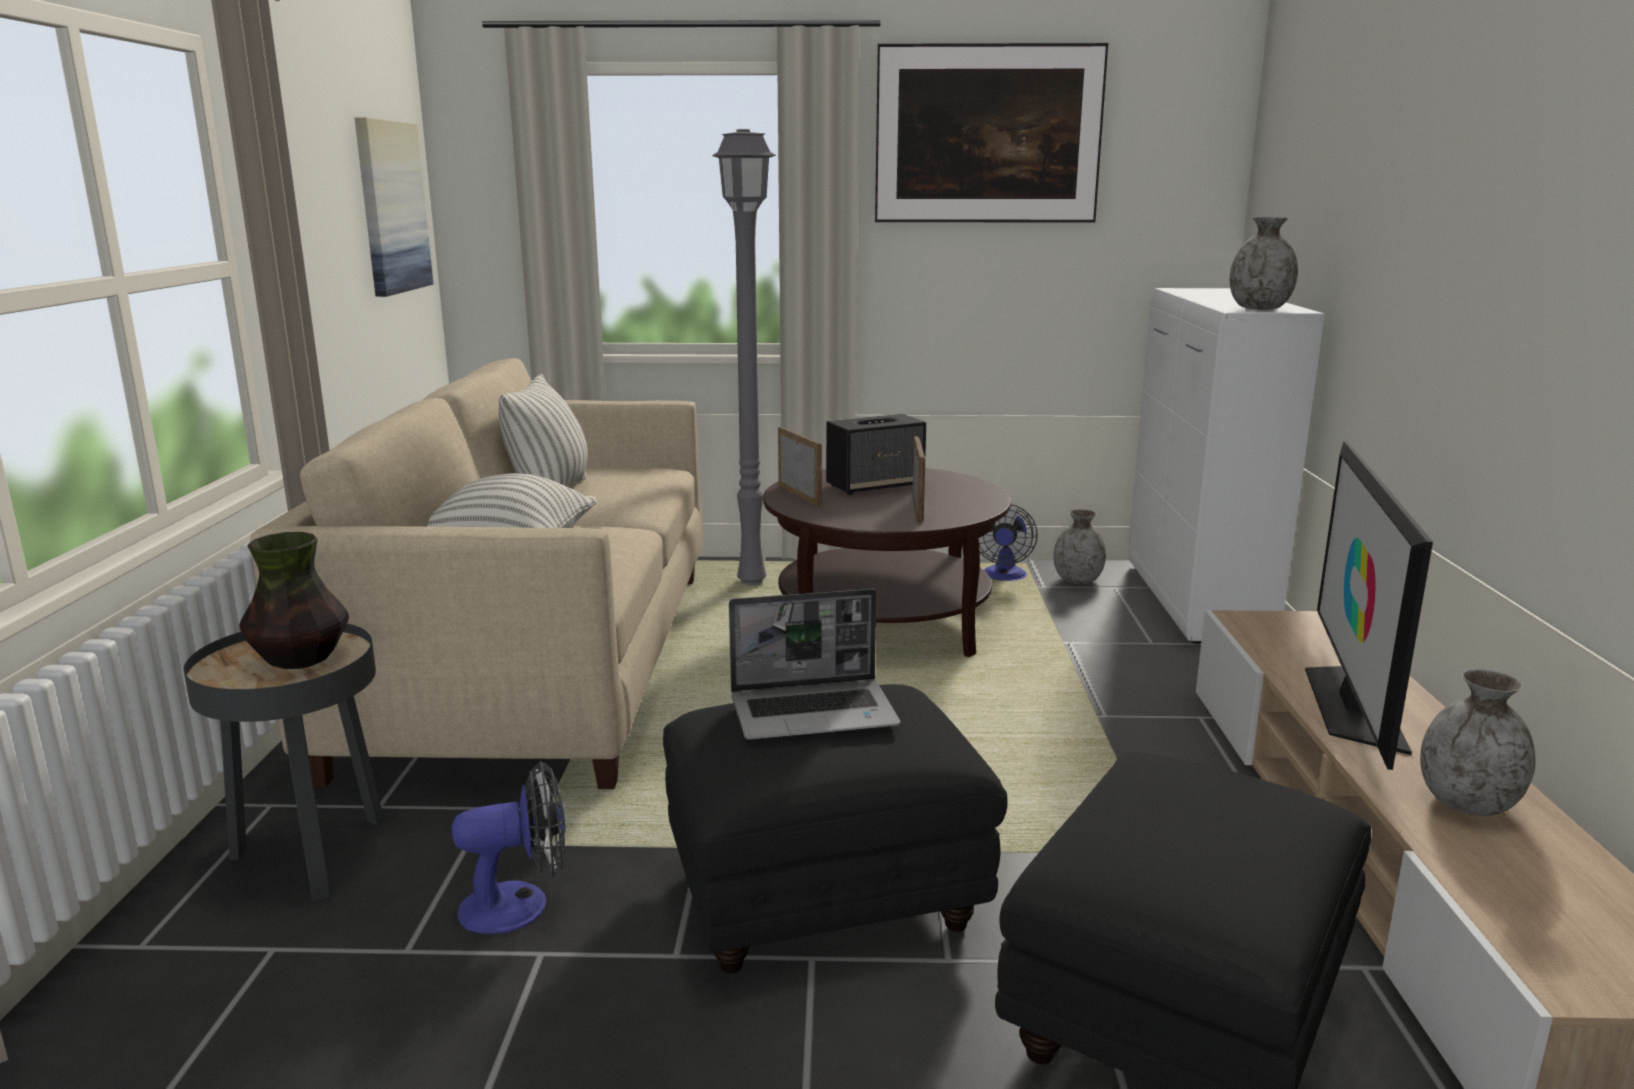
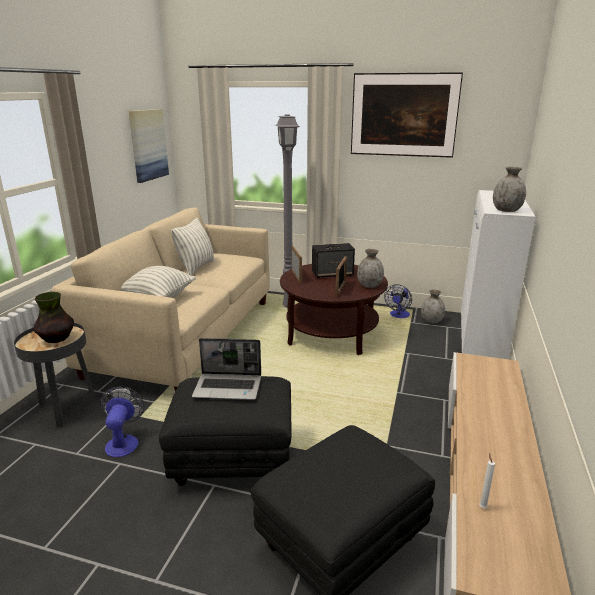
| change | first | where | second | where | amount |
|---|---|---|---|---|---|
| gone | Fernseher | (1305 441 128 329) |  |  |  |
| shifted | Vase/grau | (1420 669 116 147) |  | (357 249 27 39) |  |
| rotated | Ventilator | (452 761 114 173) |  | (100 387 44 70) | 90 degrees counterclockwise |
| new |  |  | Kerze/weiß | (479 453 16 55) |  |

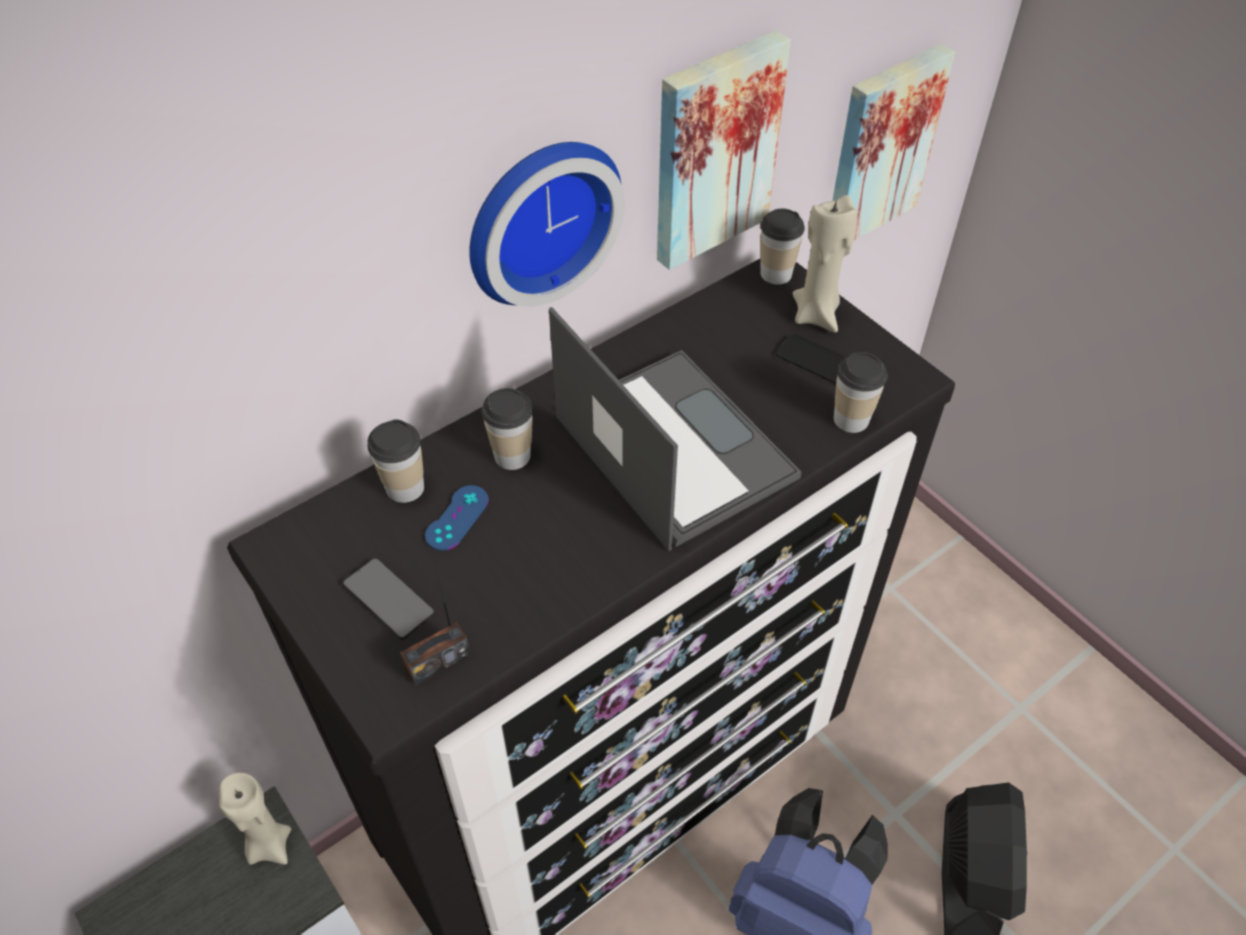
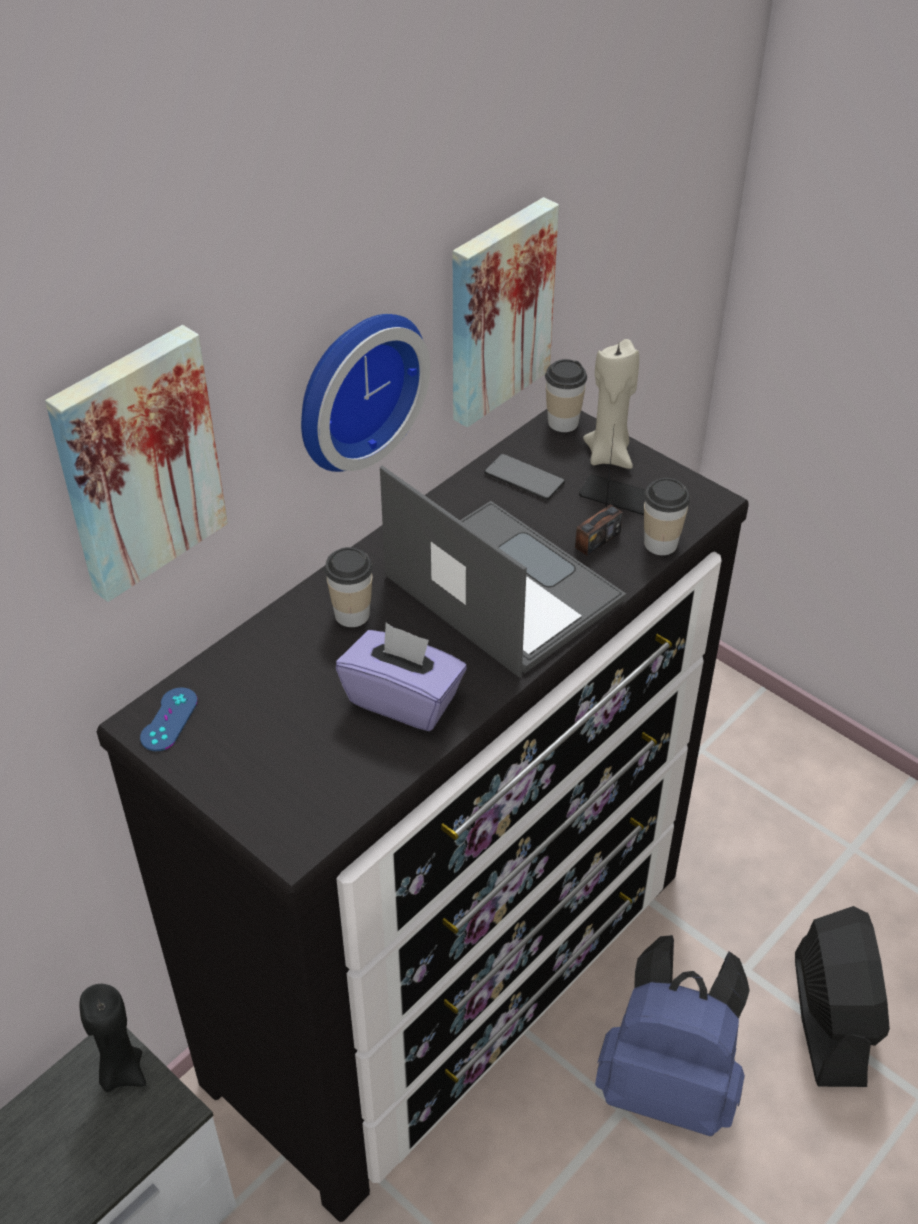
| change | first | where | second | where | amount |
|---|---|---|---|---|---|
| shifted | Bild | (832 44 123 197) |  | (45 325 183 277) |  |
| gone | Tasse | (368 419 56 84) |  |  |  |
| shifted | Gamepad/blau | (425 485 64 66) |  | (140 687 58 64) |  |
| shifted | Radio | (400 549 71 137) |  | (575 430 48 126) |  |
| shifted | Handy | (343 558 92 82) |  | (484 454 81 46) |  |
| repainted | Kerze/beige | (219 773 72 92) | Kerze/schwarz | (80 984 66 108) |  |
| new |  |  | Taschentuchbox/lila | (336 623 131 108) |  |

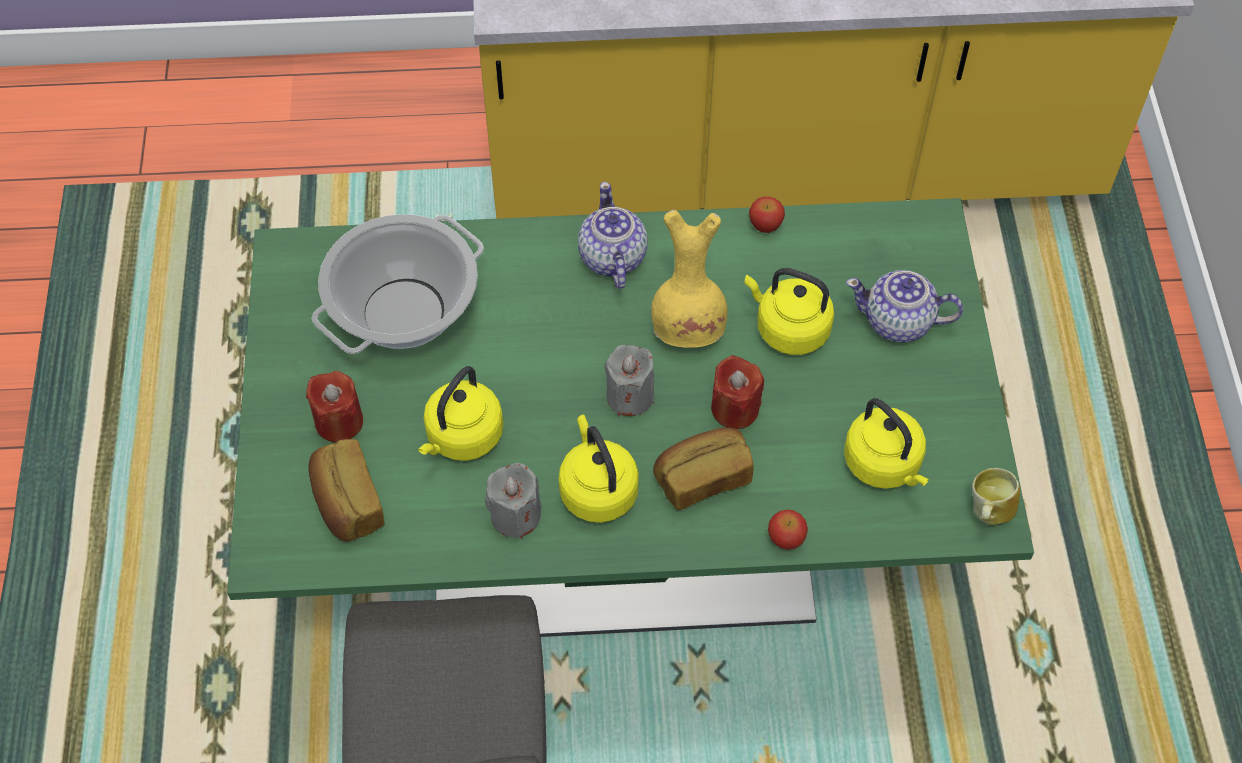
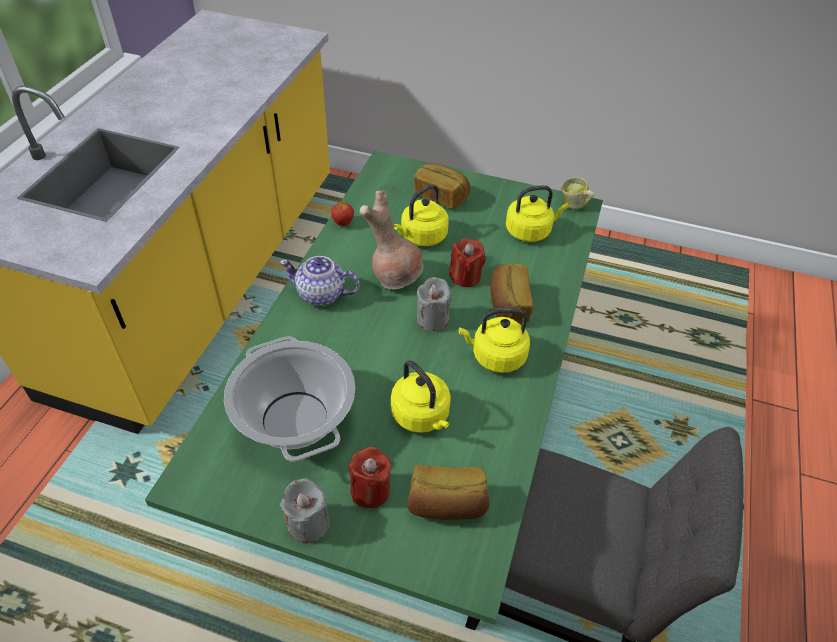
| change | first | where | second | where | amount |
|---|---|---|---|---|---|
| repainted | Vase/gelb | (651 210 77 138) | Vase/braun | (359 191 65 98) |  |
| swapped | Teekanne | (846 270 117 72) | Brot | (414 163 56 46) |  |
| shifted | Kerze/grau | (485 463 57 76) |  | (280 478 50 66) |  |
| gone | Apfel | (768 510 40 40) |  |  |  |

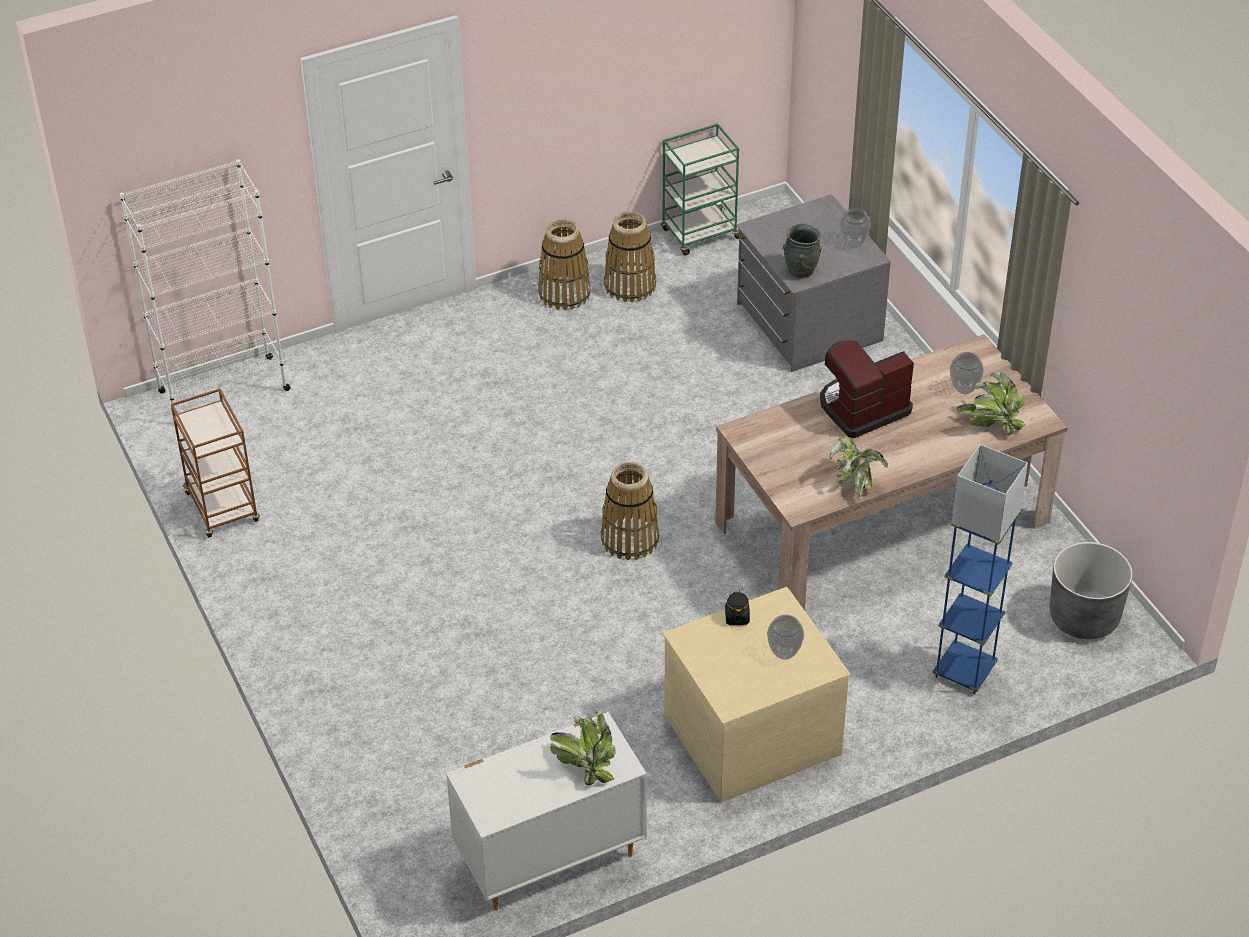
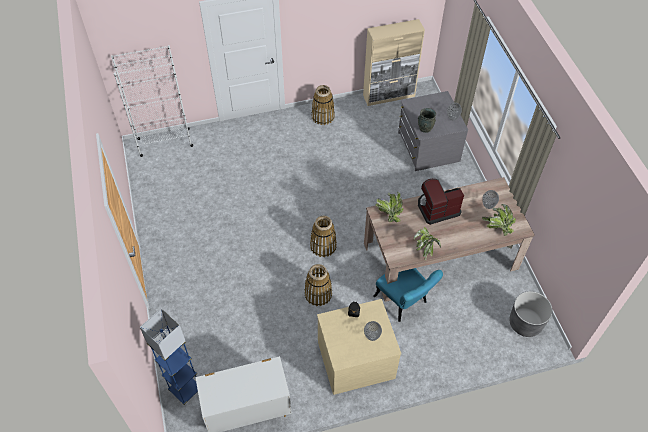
| change | first | where | second | where | amount |
|---|---|---|---|---|---|
| swapped | Rollwagen/grün | (661 124 78 132) | Schrank/beige | (363 19 62 87) |  |
| shifted | Korb | (604 211 52 91) |  | (304 264 28 42) |  |
| gone | Rollwagen/braun | (171 388 89 150) |  |  |  |
| shifted | Stehlampe/blau | (932 444 96 250) |  | (140 308 58 97) |  |
| shifted | Topfpflanze | (550 710 66 75) |  | (376 192 27 30) |  |
| new |  |  | Stuhl/türkis | (373 268 70 54) |  |

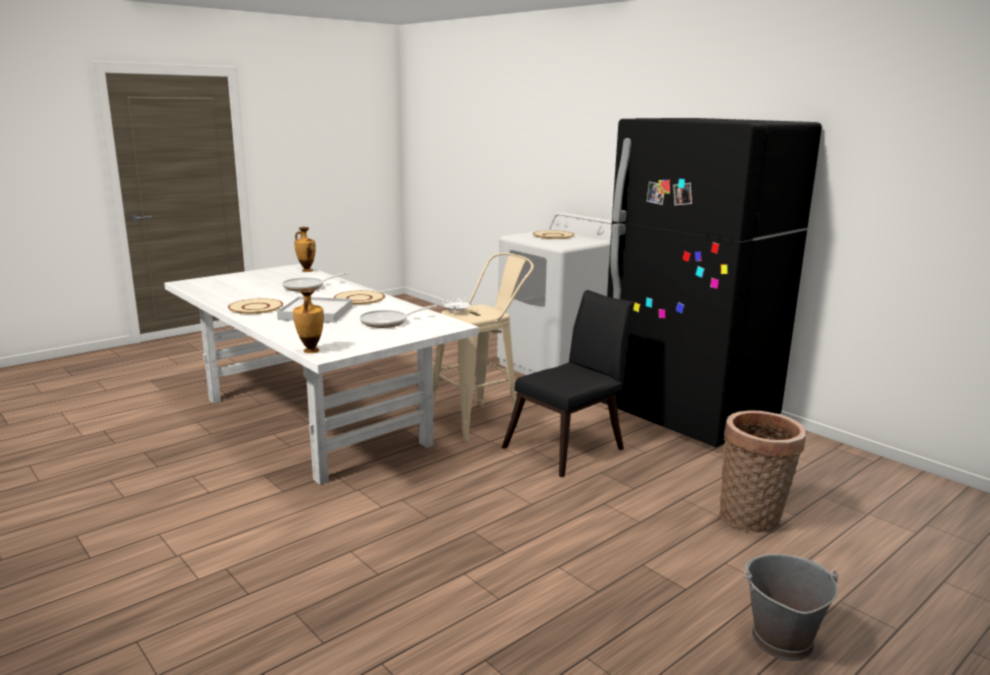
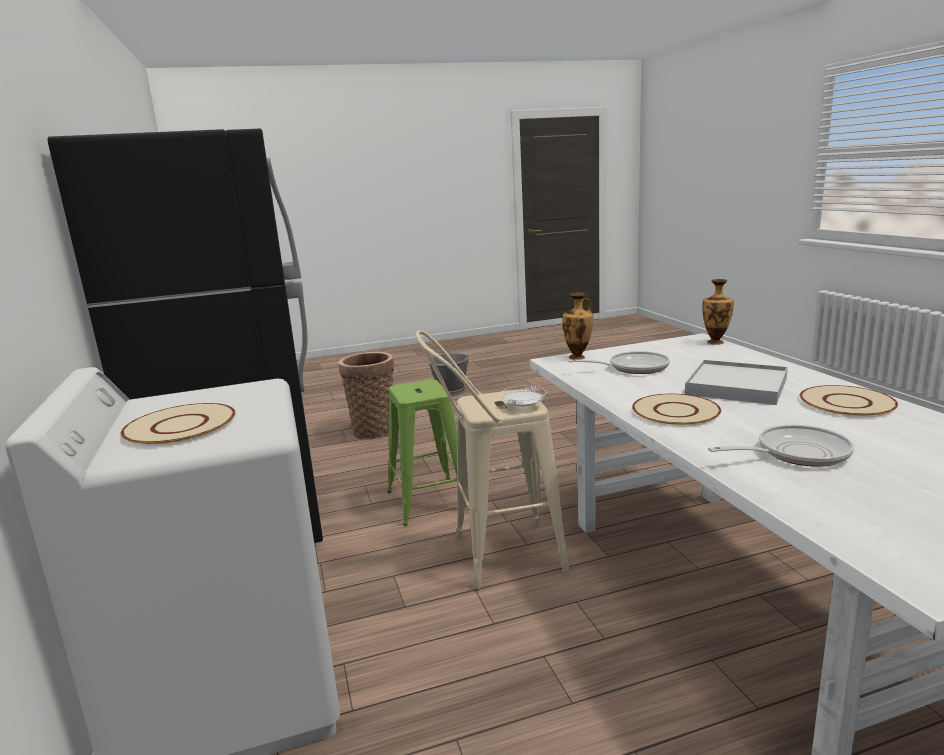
| change | first | where | second | where | amount |
|---|---|---|---|---|---|
| shifted | Vase | (294 227 22 45) |  | (562 292 31 68) |  |
| swapped | Stuhl/schwarz | (502 290 132 188) | Hocker/grün | (387 379 82 147) |  |

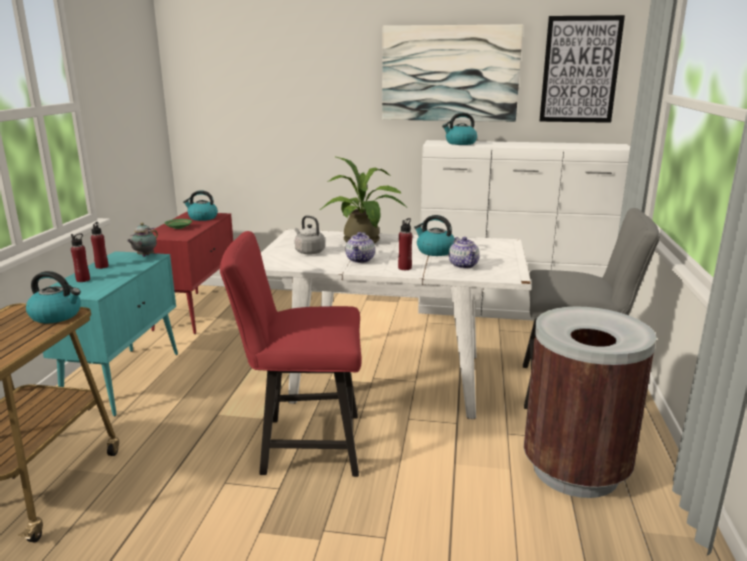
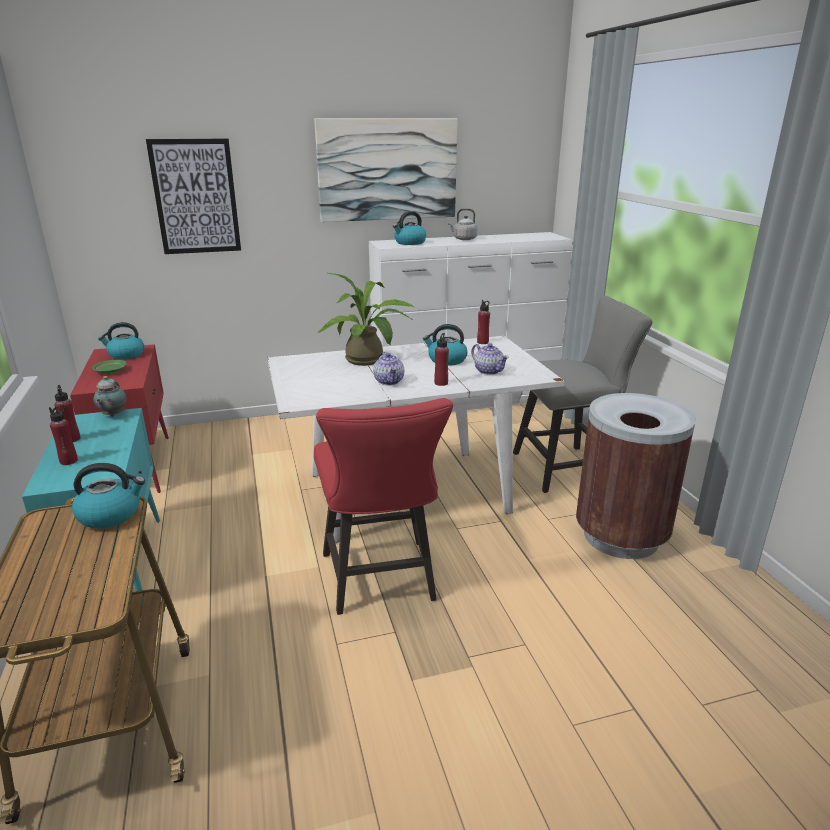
| change | first | where | second | where | amount |
|---|---|---|---|---|---|
| shifted | Bild | (539 15 86 108) |  | (146 139 95 115) |  |
| shifted | Wasserkessel/grau | (295 215 30 40) |  | (448 208 29 32) |  |
| rotated | Stuhl/rot | (220 231 142 246) |  | (314 398 139 217) | 75 degrees counterclockwise |
| new |  |  | Flasche/rot | (477 300 13 44) |  |

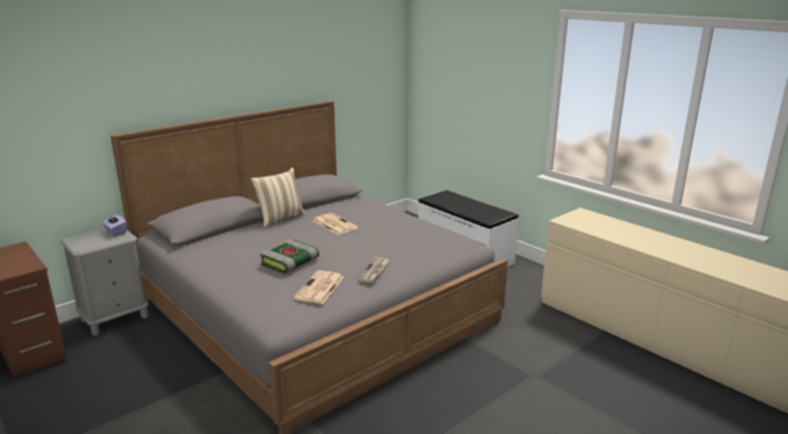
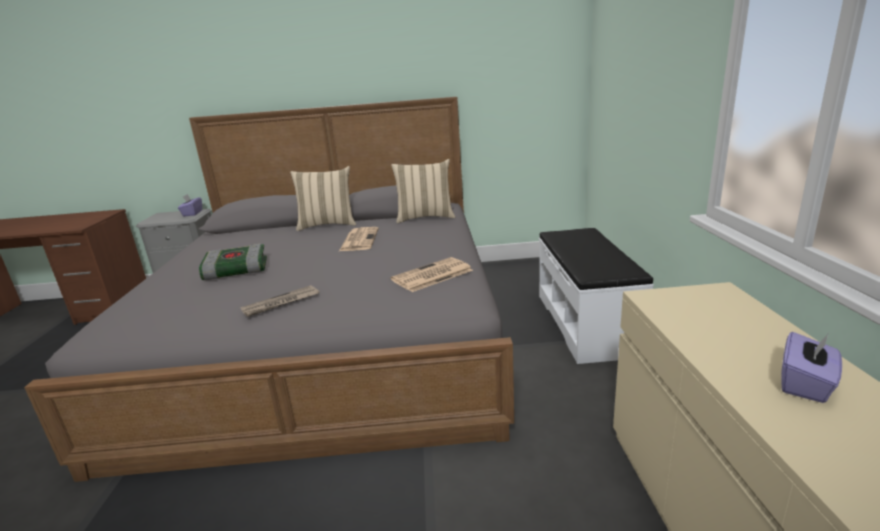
| change | first | where | second | where | amount |
|---|---|---|---|---|---|
| shifted | Zeitung | (294 271 50 33) |  | (391 257 82 35) |  |
| new |  |  | Kissen/beige | (391 159 64 64) |  |
| new |  |  | Taschentuchbox/lila | (781 332 61 71) |  |

